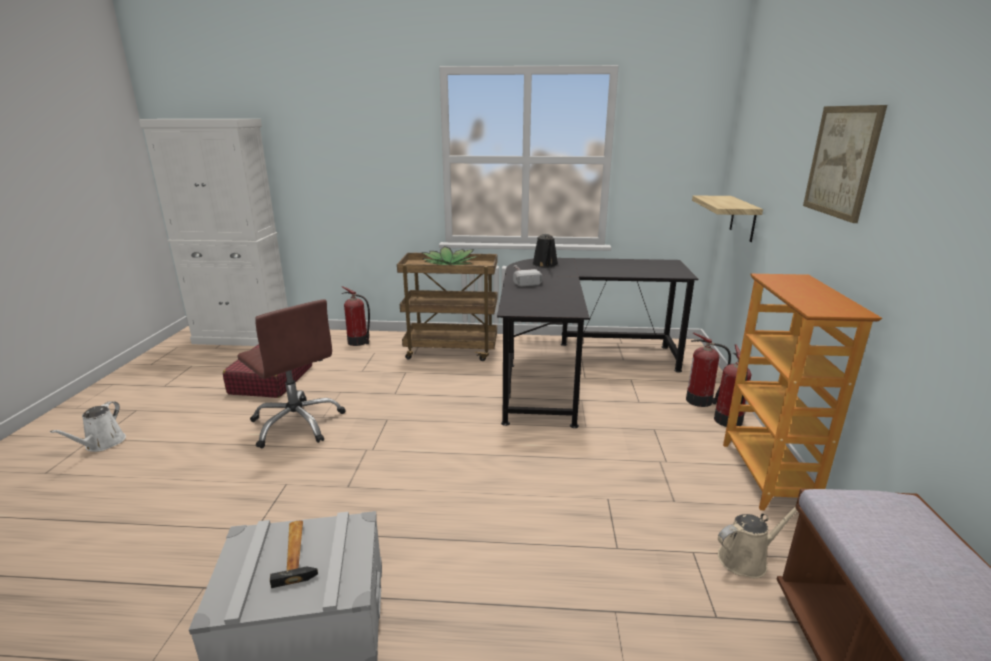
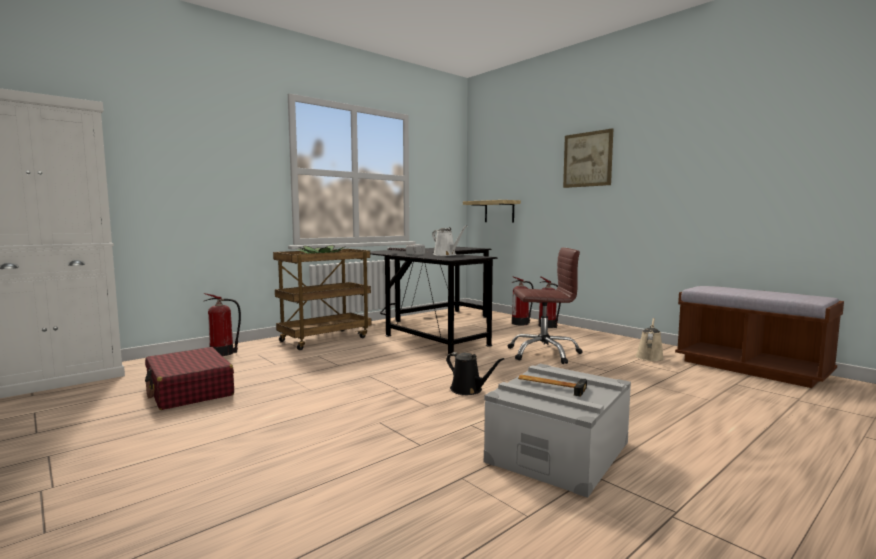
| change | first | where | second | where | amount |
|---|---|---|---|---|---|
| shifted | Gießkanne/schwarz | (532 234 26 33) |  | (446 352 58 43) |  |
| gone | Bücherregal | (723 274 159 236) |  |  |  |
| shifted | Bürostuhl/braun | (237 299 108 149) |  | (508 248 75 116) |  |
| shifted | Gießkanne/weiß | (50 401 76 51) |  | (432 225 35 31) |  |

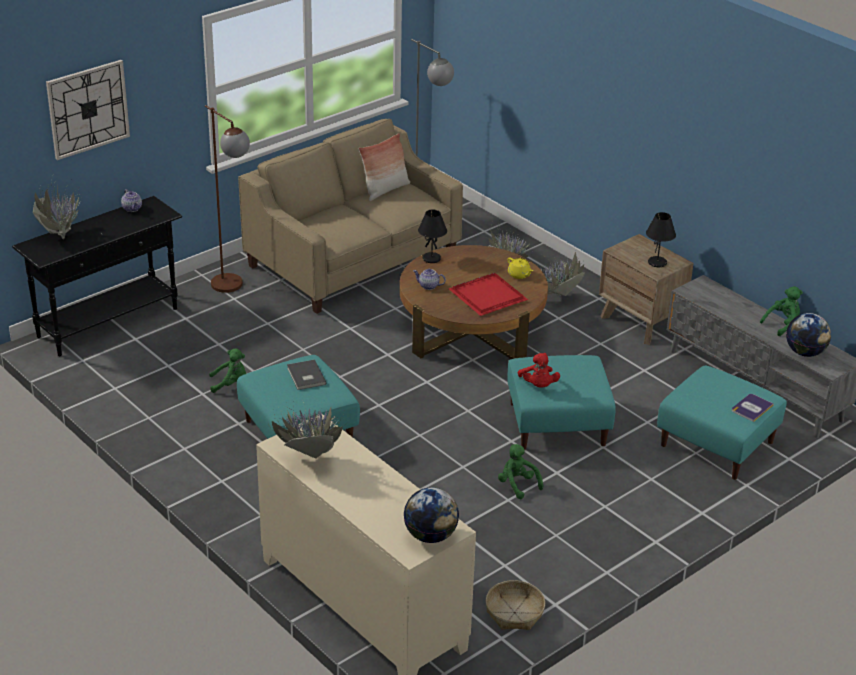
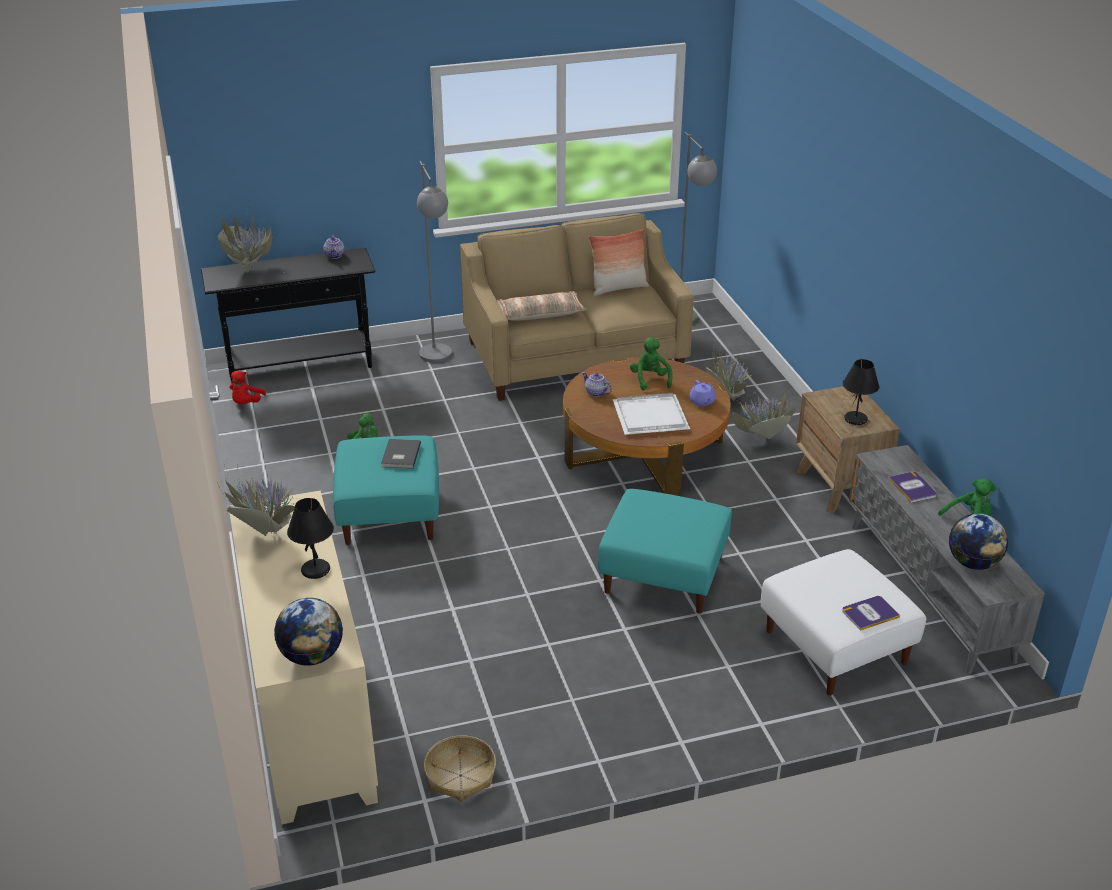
| change | first | where | second | where | amount |
|---|---|---|---|---|---|
| gone | Wanduhr | (46 60 84 100) |  |  |  |
| repainted | Stehlampe/braun | (205 105 45 188) | Stehlampe/grau | (417 161 35 202) |  |
| shifted | Tischlampe/schwarz | (418 210 29 53) |  | (287 498 47 81) |  |
| repainted | Teekanne/gelb | (508 257 25 22) | Teekanne/lila | (689 380 27 26) |  |
| repainted | Tablett/rot | (449 273 79 43) | Tablett/weiß | (613 393 77 42) |  |
| shifted | Plüschtier/rot | (518 353 42 35) |  | (230 370 36 34) |  |
| repainted | Polsterhocker/türkis | (657 366 130 114) | Polsterhocker/weiß | (761 549 165 147) |  |
| shifted | Plüschtier/grün | (498 444 45 55) |  | (630 337 43 54) |  |
| new |  |  | Kissen | (497 291 90 30) |  |
| new |  |  | Buch | (888 472 49 31) |  |

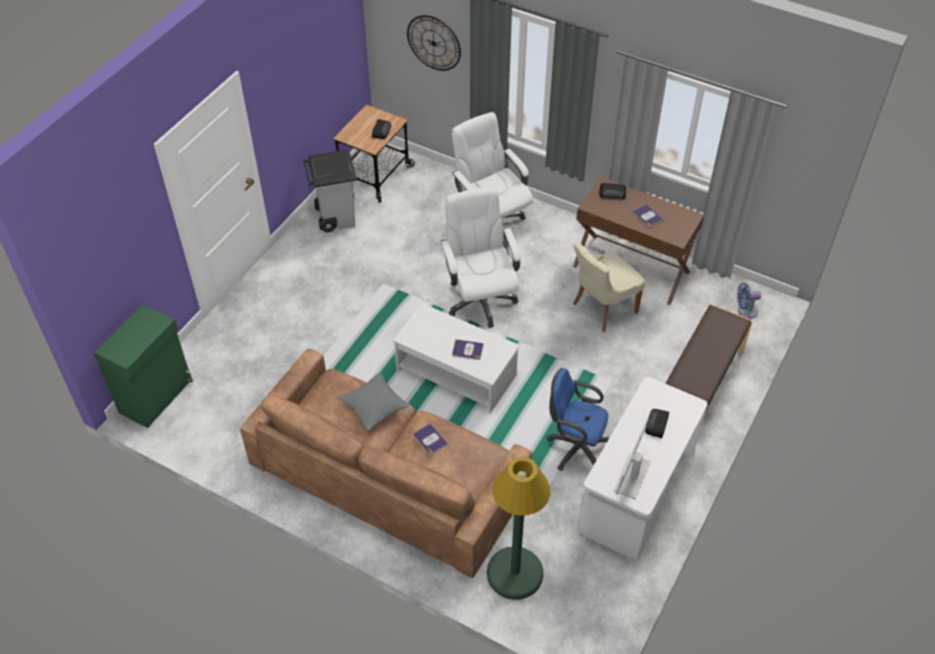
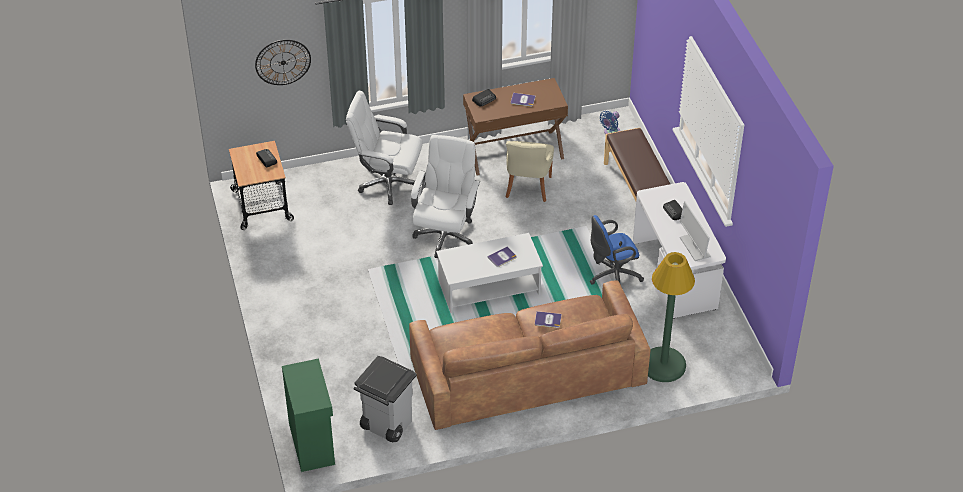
| change | first | where | second | where | amount |
|---|---|---|---|---|---|
| shifted | Mülleimer/grau | (303 150 53 82) |  | (354 356 63 86) |  |
| rotated | Bürostuhl/weiß | (441 187 80 141) |  | (411 135 69 123) | 75 degrees clockwise |
| gone | Kissen/grau | (339 373 70 58) |  |  |  |

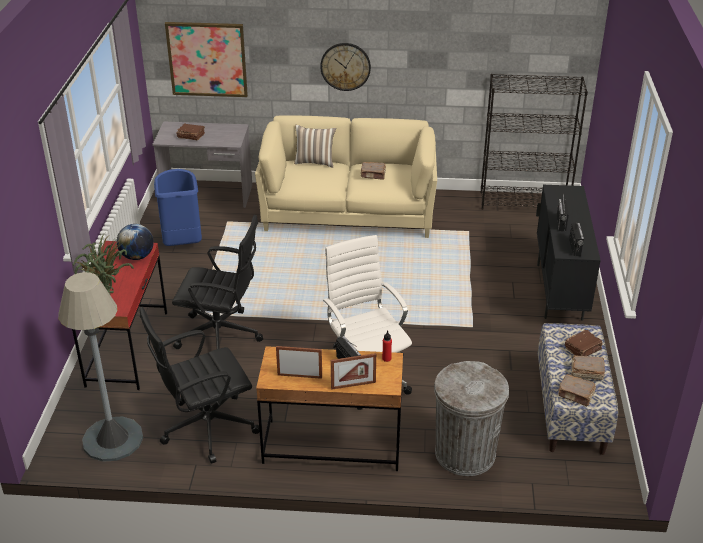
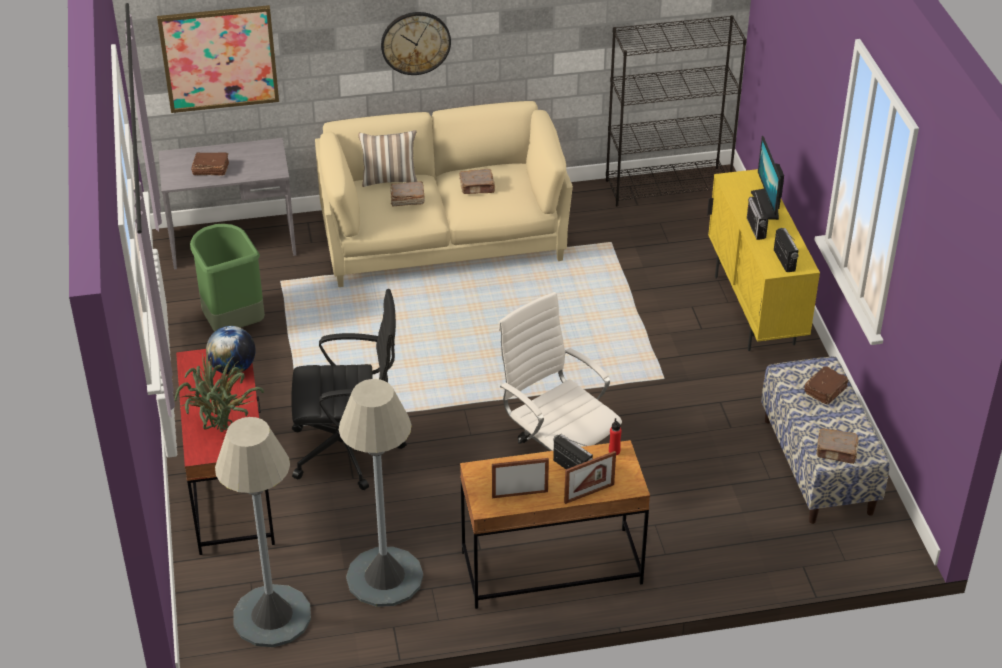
| change | first | where | second | where | amount |
|---|---|---|---|---|---|
| repainted | Mülleimer/blau | (154 169 48 77) | Mülleimer/grün | (190 224 75 108) |  |
| repainted | Schrank/schwarz | (536 185 65 136) | Schrank/gelb | (707 169 113 182) |  |
| swapped | Bürostuhl/schwarz | (140 307 120 157) | Stehlampe/grau | (339 379 84 228) |  |
| shifted | Buch/braun | (571 355 34 25) |  | (390 181 35 25) |  |
| gone | Mülleimer/grau | (434 361 75 115) |  |  |  |
| new |  |  | Monitor | (751 136 33 84) |  |

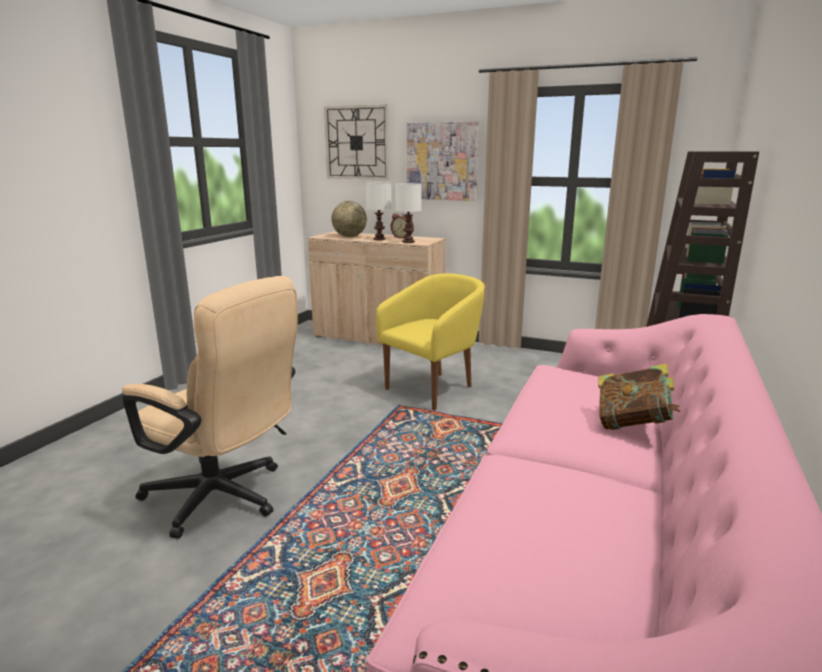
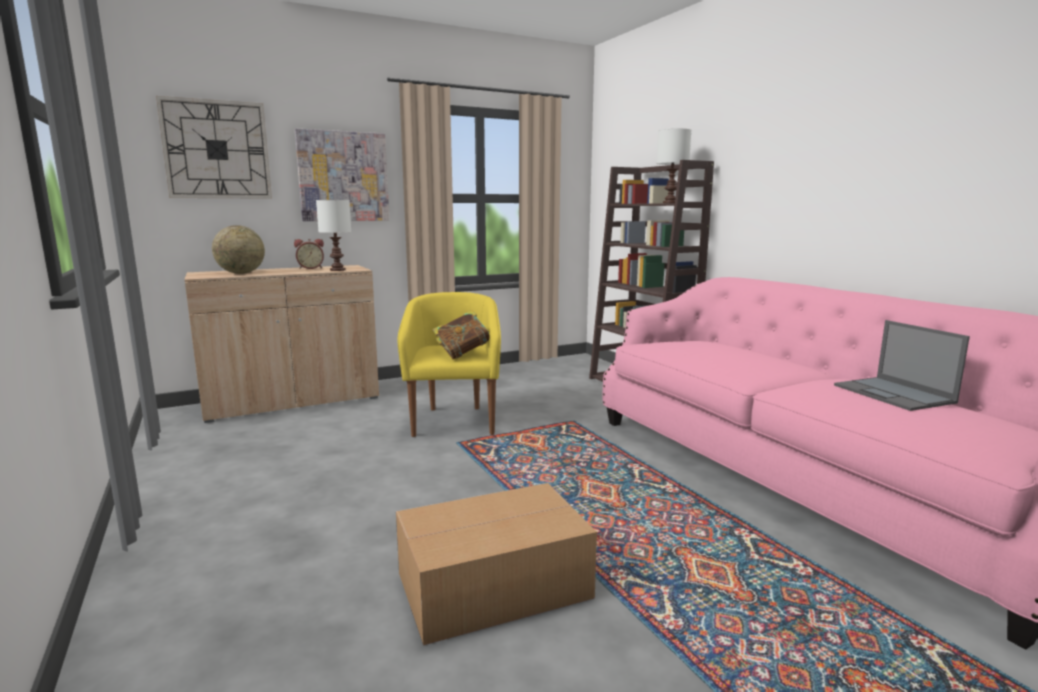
| change | first | where | second | where | amount |
|---|---|---|---|---|---|
| shifted | Tischlampe/weiß | (366 182 26 58) |  | (657 128 34 75) |  |
| swapped | Bürostuhl/beige | (122 276 176 263) | Karton | (396 483 201 162) |  |
| shifted | Buch | (598 363 83 67) |  | (432 310 58 49) |  |
| new |  |  | Laptop | (834 320 136 91) |  |

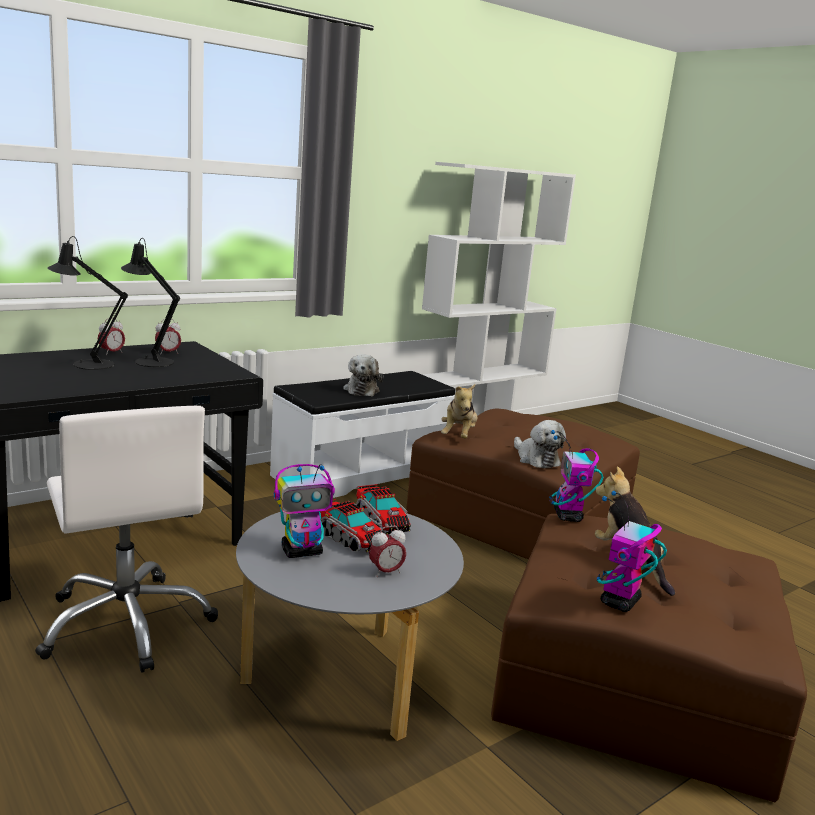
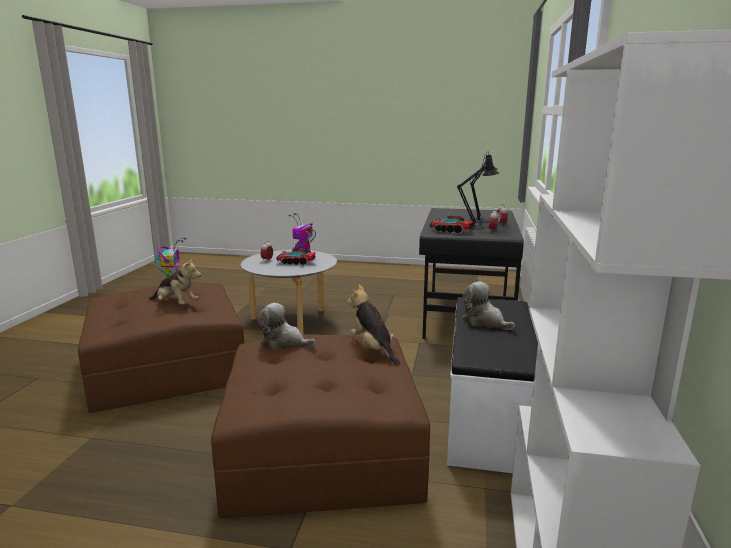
| change | first | where | second | where | amount |
|---|---|---|---|---|---|
| gone | Bürostuhl/weiß | (35 406 183 267) |  |  |  |
| gone | Spielzeugroboter | (549 430 55 92) |  |  |  |
| shifted | Spielzeuglaster | (356 484 55 51) |  | (429 215 44 19) |  |

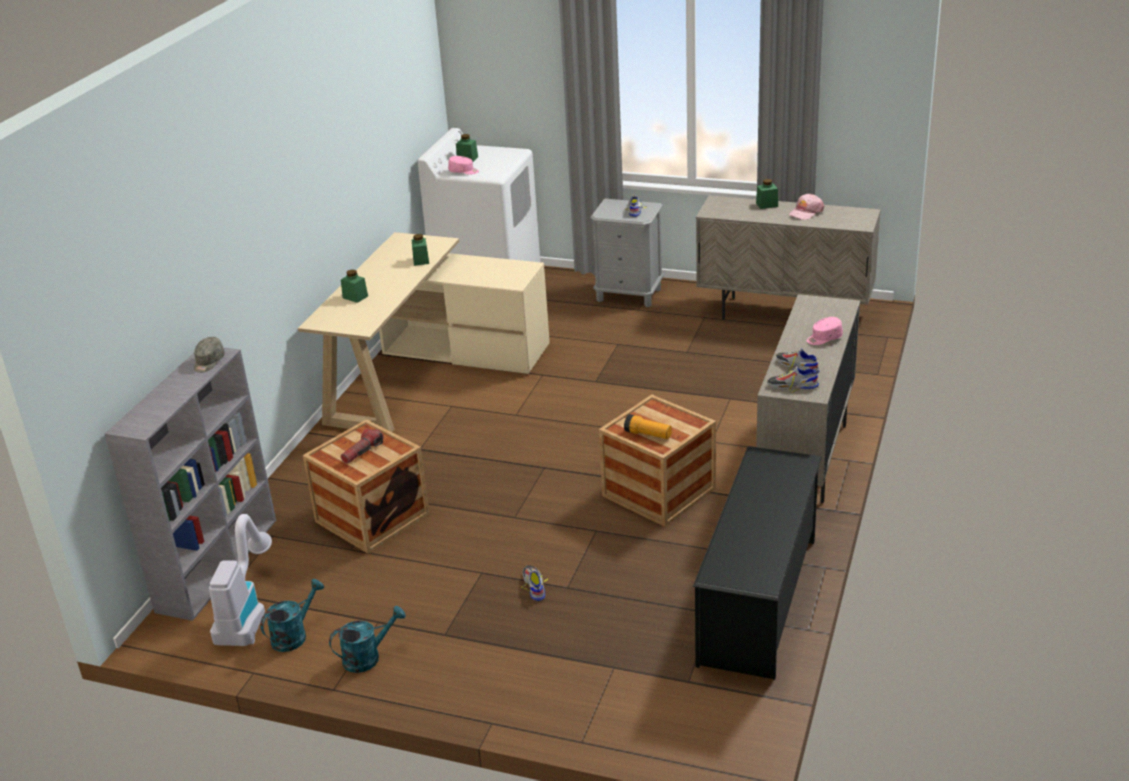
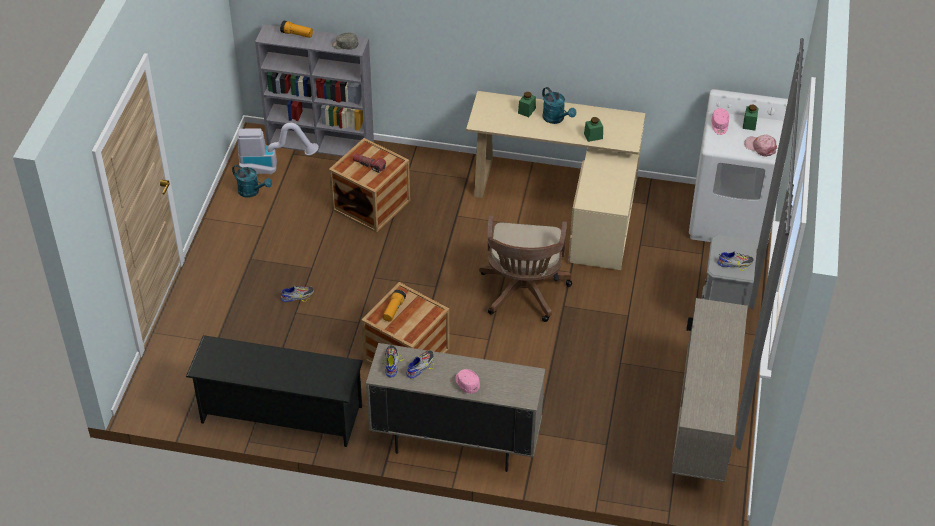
| change | first | where | second | where | amount |
|---|---|---|---|---|---|
| gone | Vorratsglas/grün | (756 179 22 30) |  |  |  |
| shifted | Kappe/rosa | (788 194 36 26) |  | (744 135 33 22) |  |
| shifted | Gießkanne/türkis | (329 606 77 67) |  | (542 87 34 37) |  |
| new |  |  | Taschenlampe | (280 21 33 17) |  |
| new |  |  | Bürostuhl/braun | (479 216 93 106) |  |

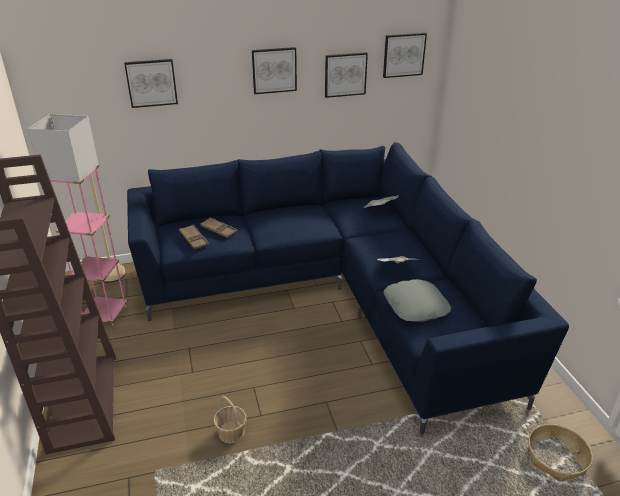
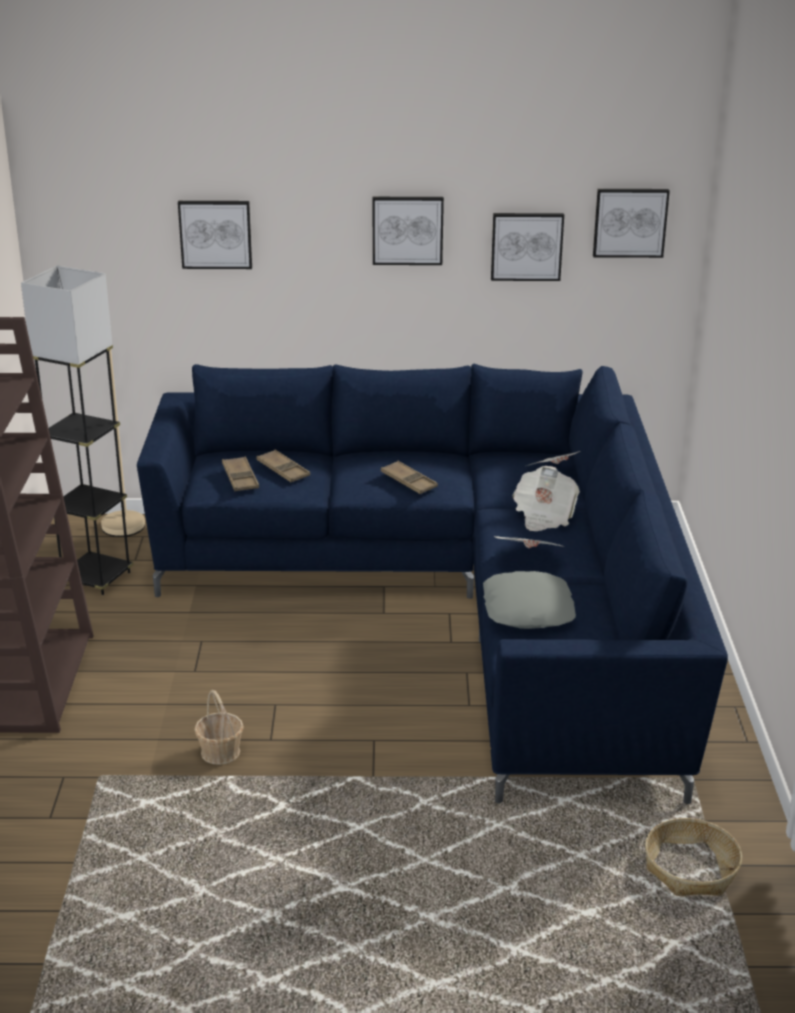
| change | first | where | second | where | amount |
|---|---|---|---|---|---|
| repainted | Stehlampe/rosa | (28 114 100 212) | Stehlampe/grau | (21 266 113 329) |  |
| new |  |  | Tablett/braun | (381 461 57 33) |  |
| new |  |  | Zeitung | (513 466 67 65) |  |

